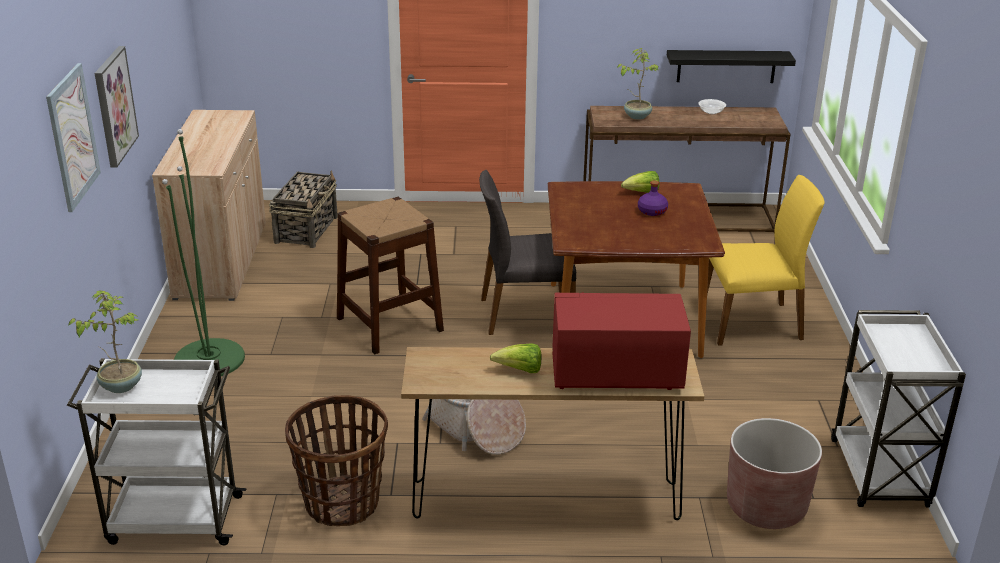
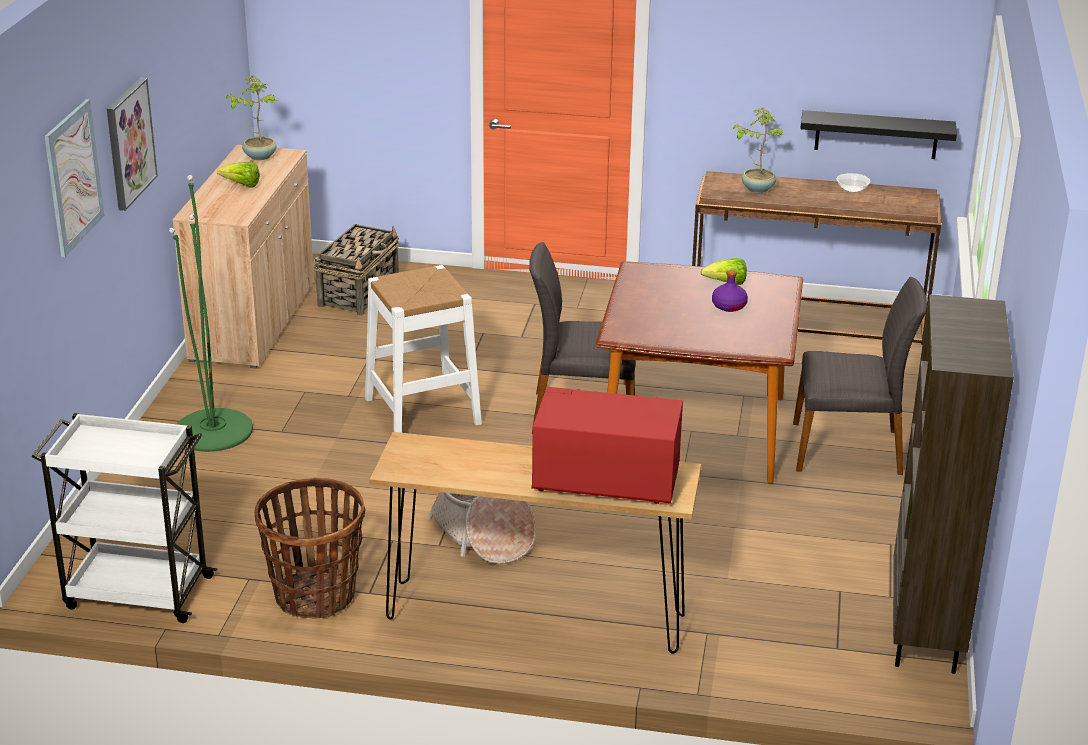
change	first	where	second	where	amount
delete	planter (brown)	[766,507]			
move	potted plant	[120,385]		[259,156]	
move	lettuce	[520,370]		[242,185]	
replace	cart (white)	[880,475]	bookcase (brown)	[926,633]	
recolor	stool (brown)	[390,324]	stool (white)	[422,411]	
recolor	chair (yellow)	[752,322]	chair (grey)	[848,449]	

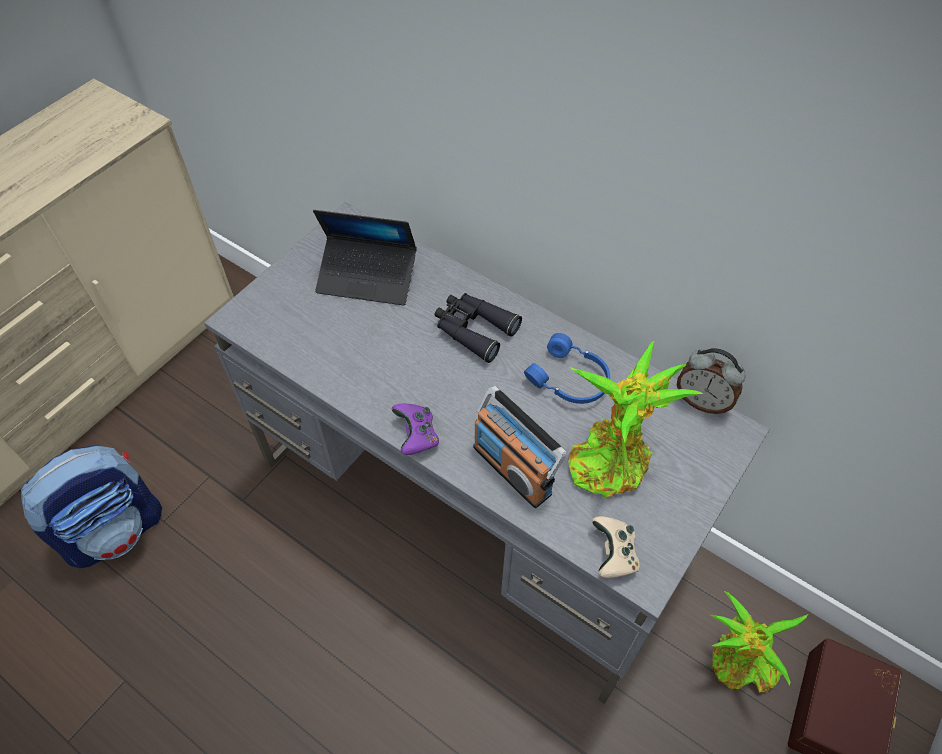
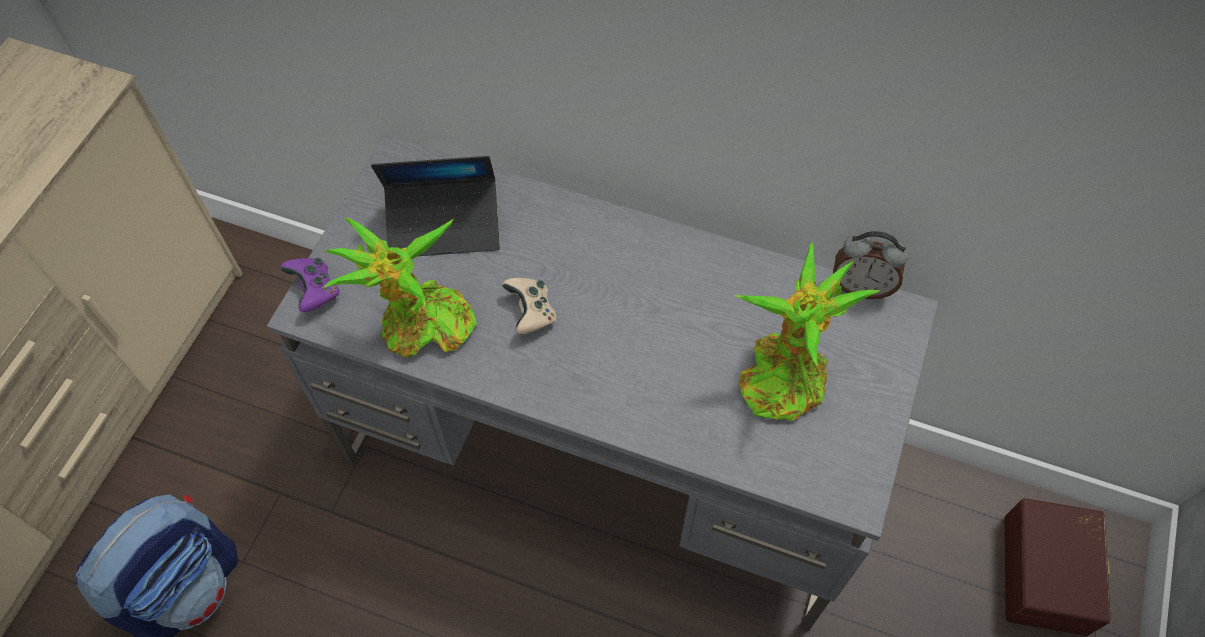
change	first	where	second	where	amount
delete	binoculars (black)	[473,329]			
delete	radio	[513,469]			
delete	headphones (blue)	[569,380]			
move	game controller (purple)	[416,436]		[315,291]	
move	game controller (beige)	[613,554]		[531,313]	
move	potted plant	[738,664]		[421,327]	

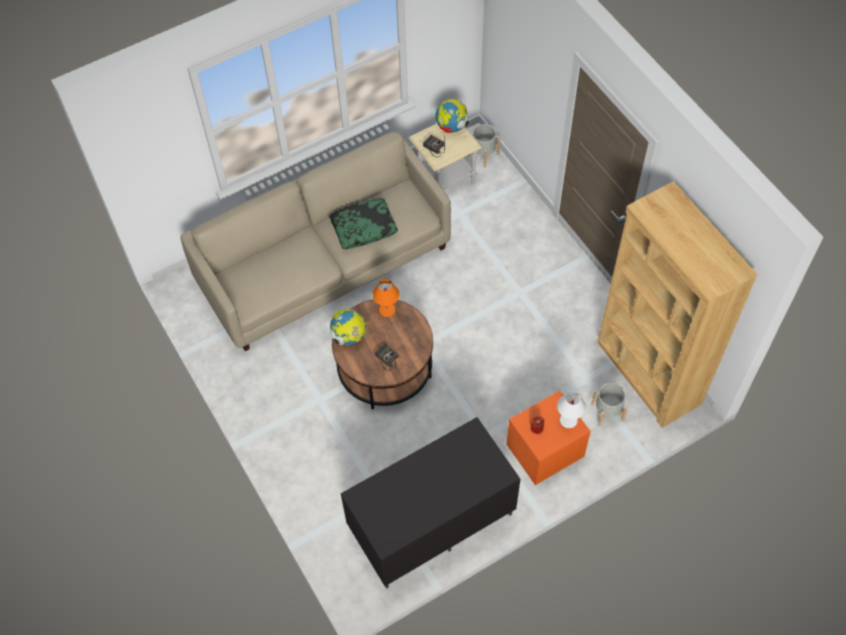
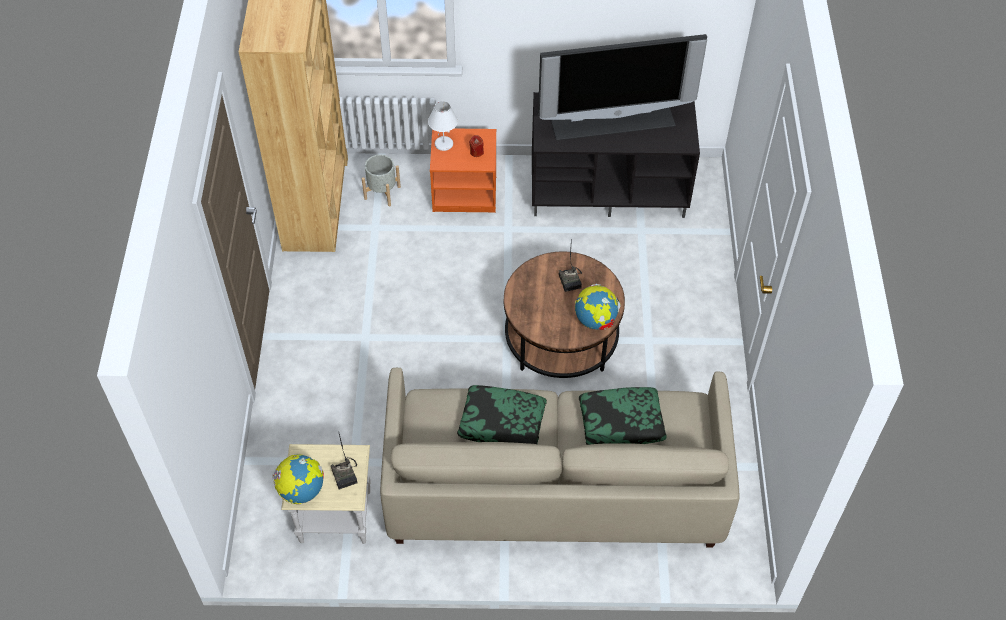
change	first	where	second	where	amount
delete	table lamp (orange)	[387,310]			
delete	planter (grey)	[483,154]			
insert			television	[612,119]	
insert			pillow	[621,423]	

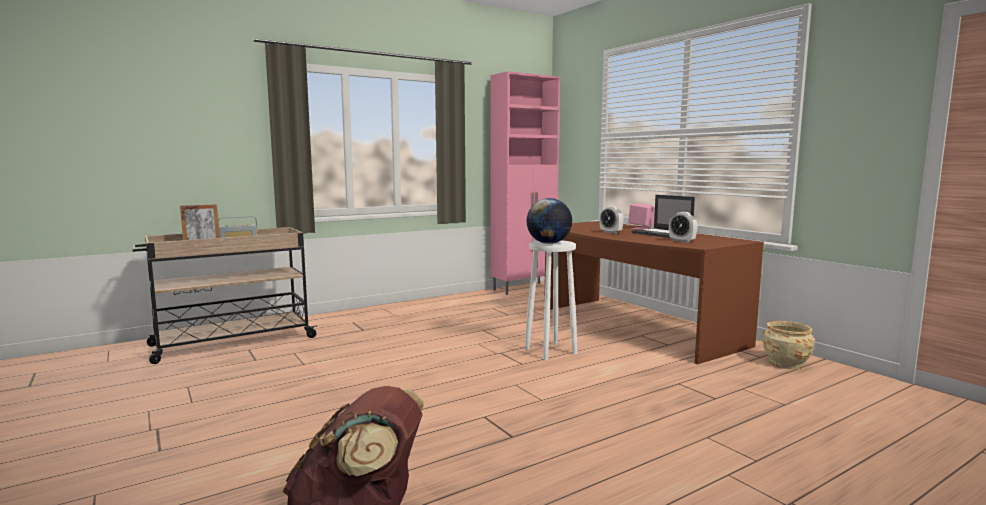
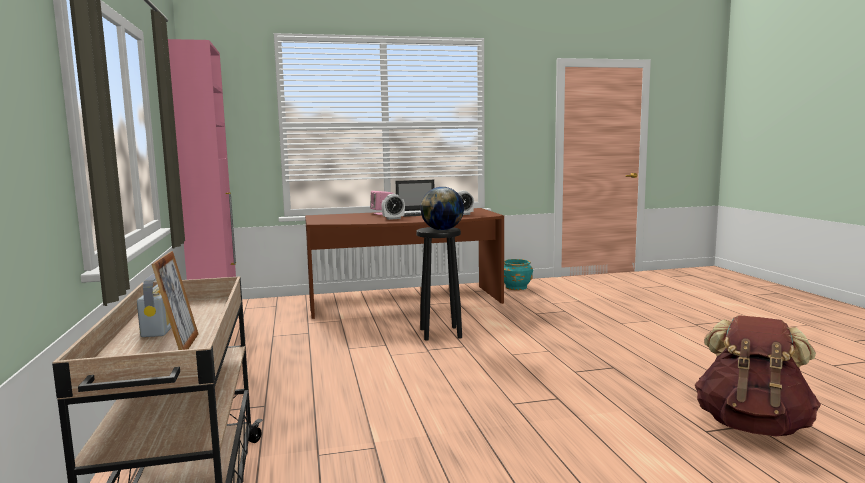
change	first	where	second	where	amount
recolor	stool (white)	[550,351]	stool (black)	[440,333]	
recolor	planter (beige)	[786,363]	planter (turquoise)	[516,287]	

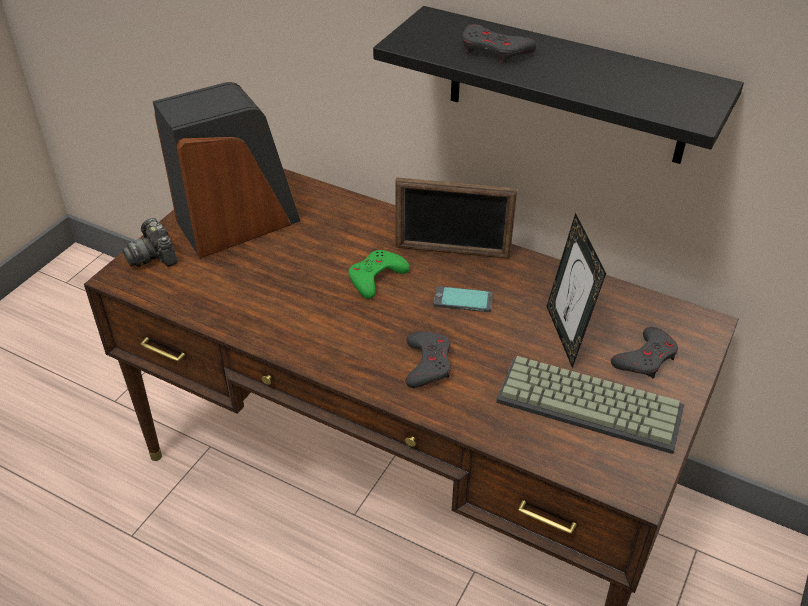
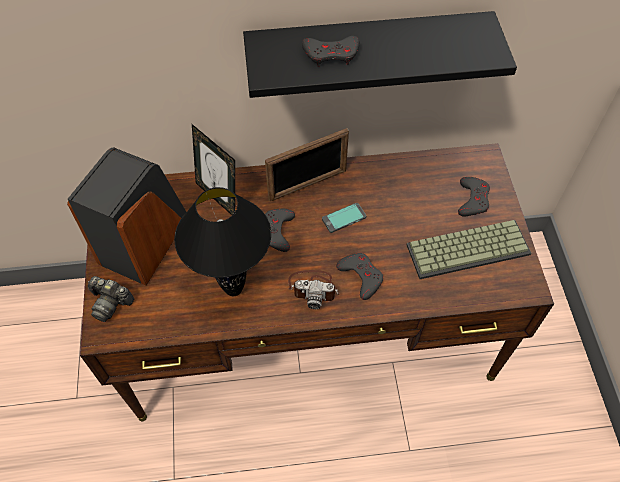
change	first	where	second	where	amount
insert			table lamp (black)	[233,289]	
insert			photo camera	[313,288]	
move	picture frame	[566,335]		[218,197]	
recolor	game controller (green)	[376,277]	game controller (grey)	[277,232]	

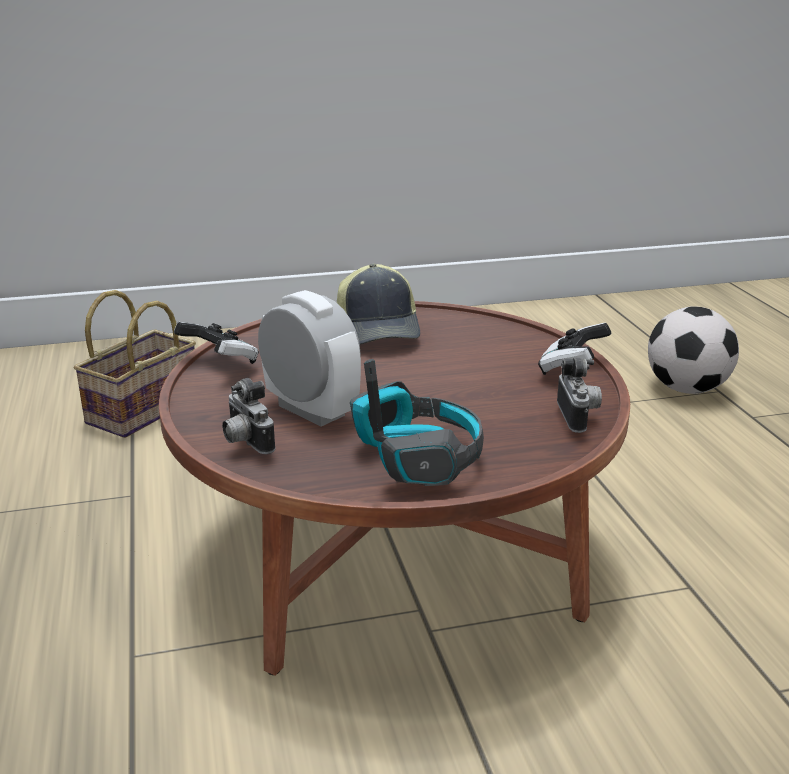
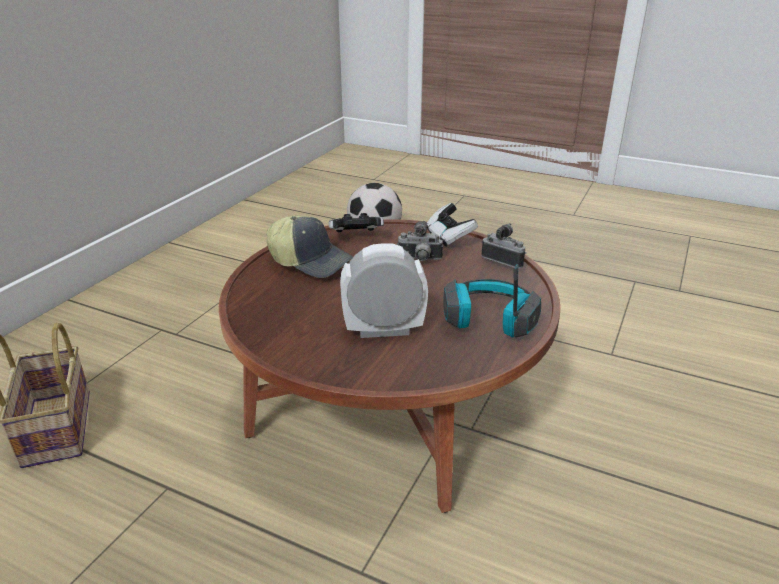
change	first	where	second	where	amount
move	game controller	[220,362]		[356,237]	
move	photo camera	[245,442]		[419,260]	

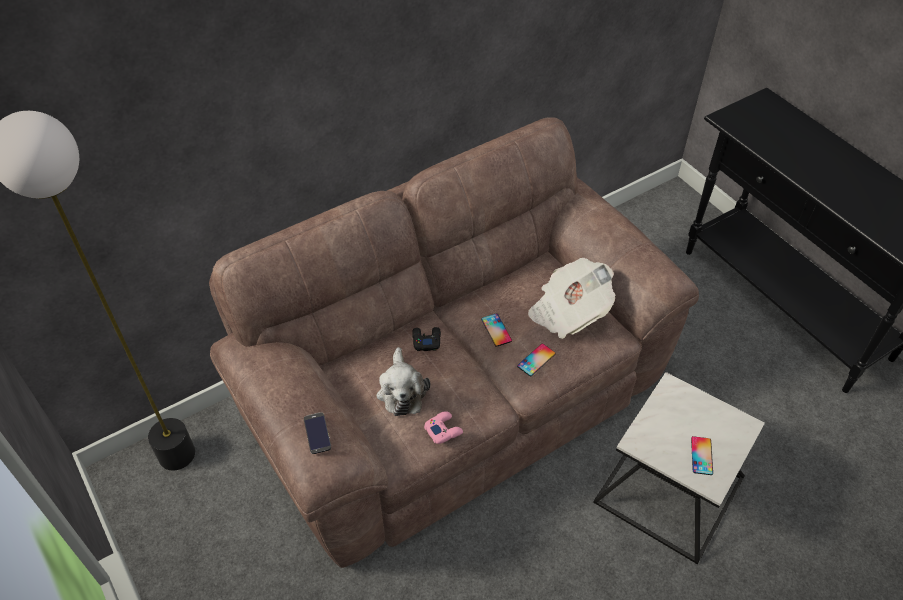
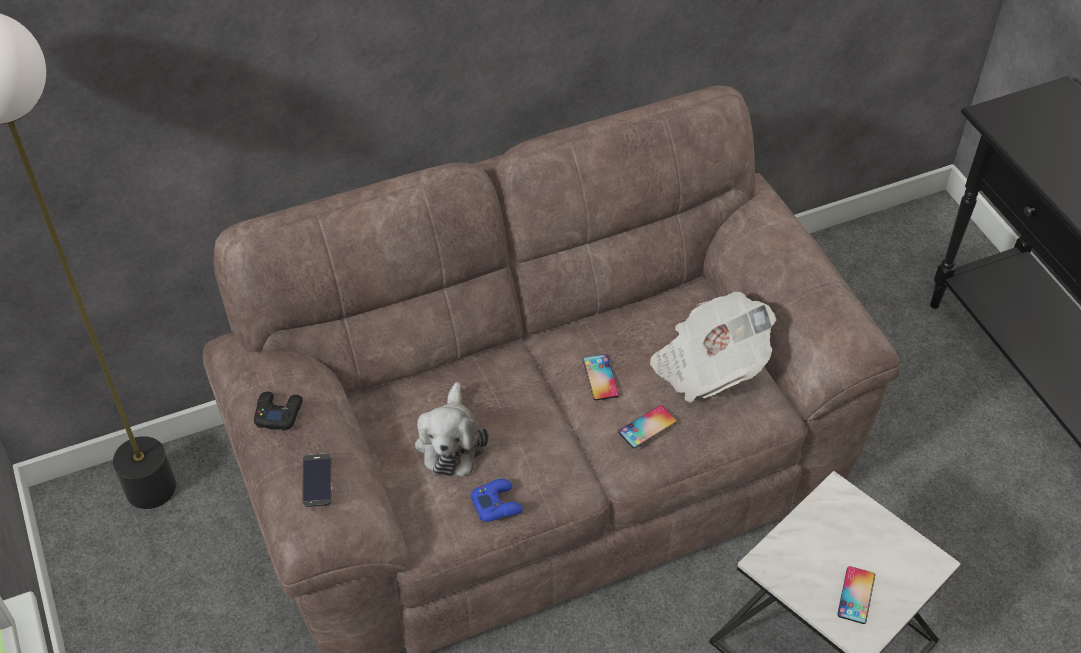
change	first	where	second	where	amount
move	game controller (black)	[426,340]		[278,413]	
recolor	game controller (pink)	[443,430]	game controller (blue)	[497,504]	

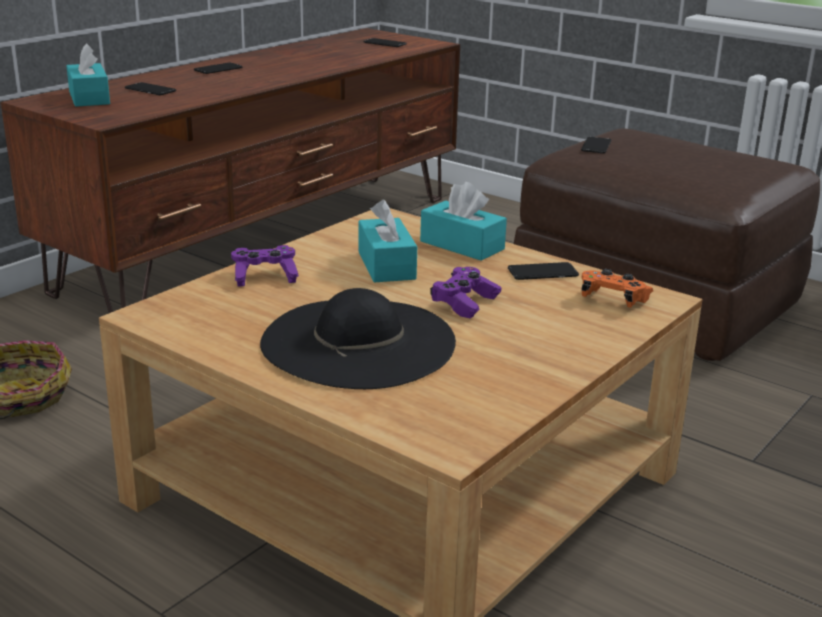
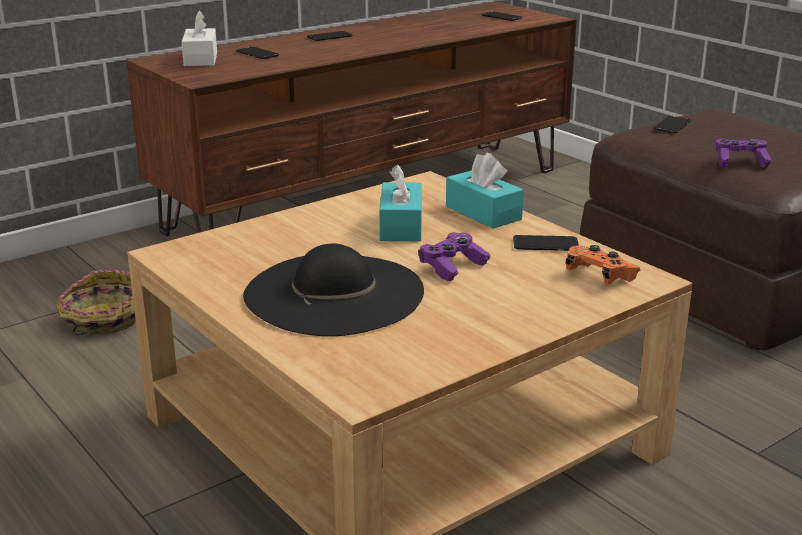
change	first	where	second	where	amount
move	game controller (purple)	[264,277]		[740,162]	
recolor	tissue box (turquoise)	[89,98]	tissue box (white)	[200,59]	

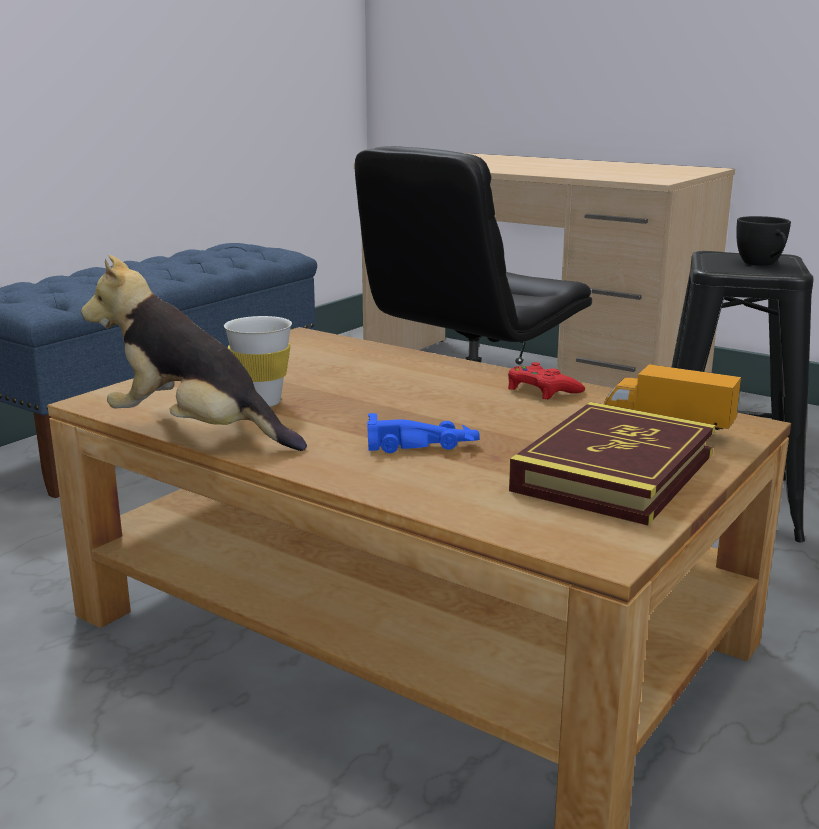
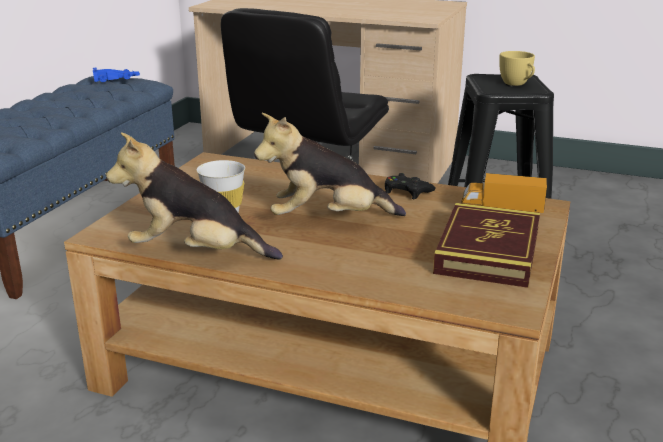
change	first	where	second	where	amount
insert			plush toy	[327,220]	
move	toy car (blue)	[423,446]		[117,79]	
recolor	game controller (red)	[541,390]	game controller (black)	[406,192]	
recolor	cup (black)	[762,264]	cup (yellow)	[517,84]	

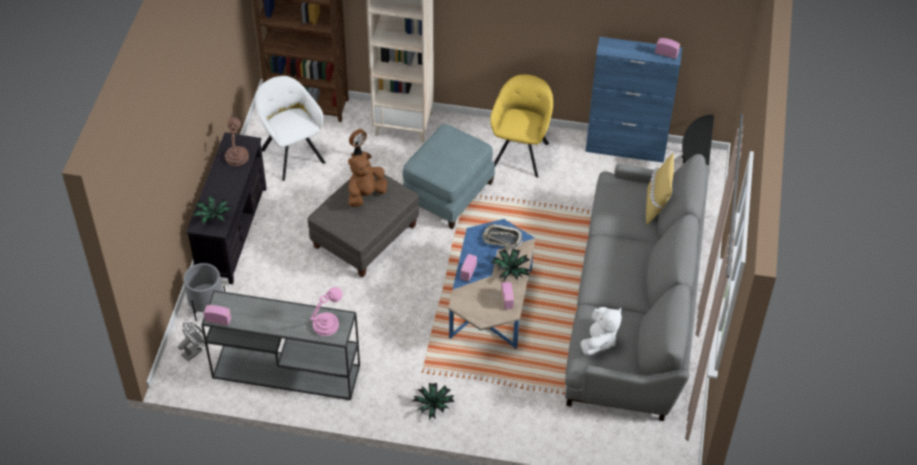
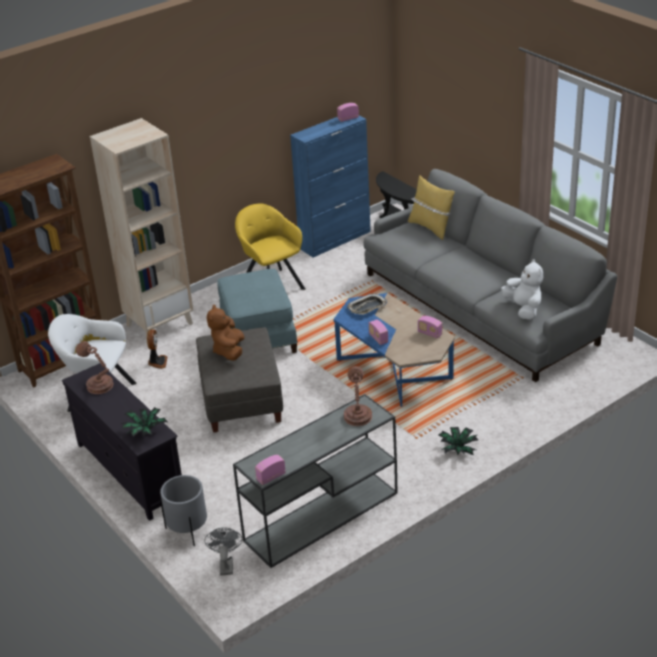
change	first	where	second	where	amount
delete	potted plant	[510,270]			
recolor	table lamp (pink)	[327,324]	table lamp (brown)	[357,415]	

